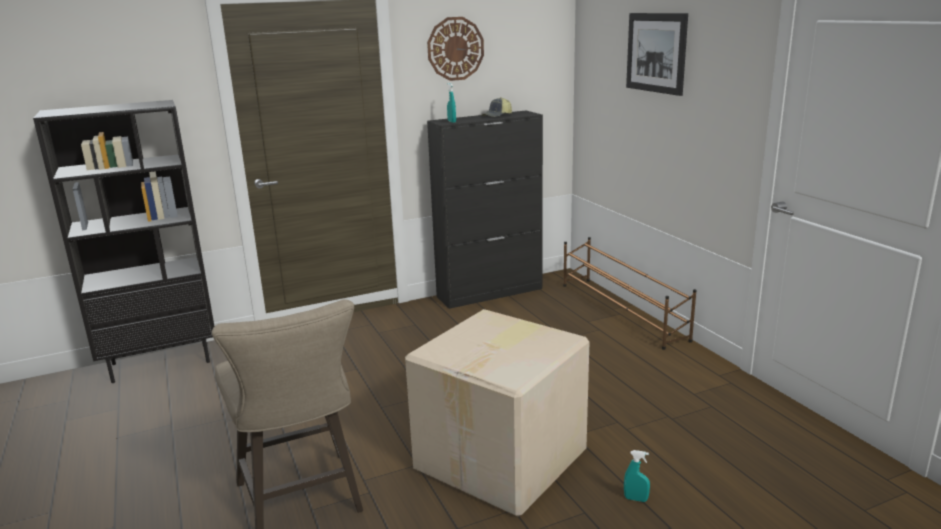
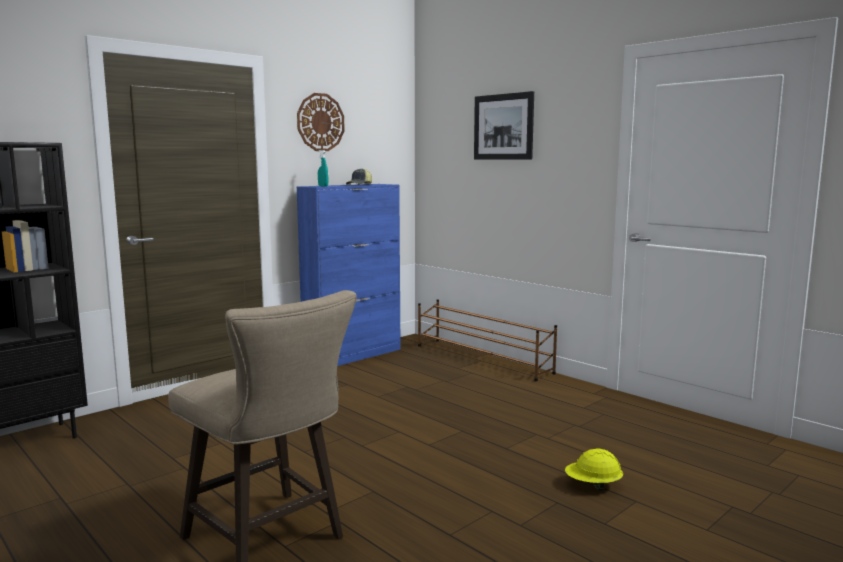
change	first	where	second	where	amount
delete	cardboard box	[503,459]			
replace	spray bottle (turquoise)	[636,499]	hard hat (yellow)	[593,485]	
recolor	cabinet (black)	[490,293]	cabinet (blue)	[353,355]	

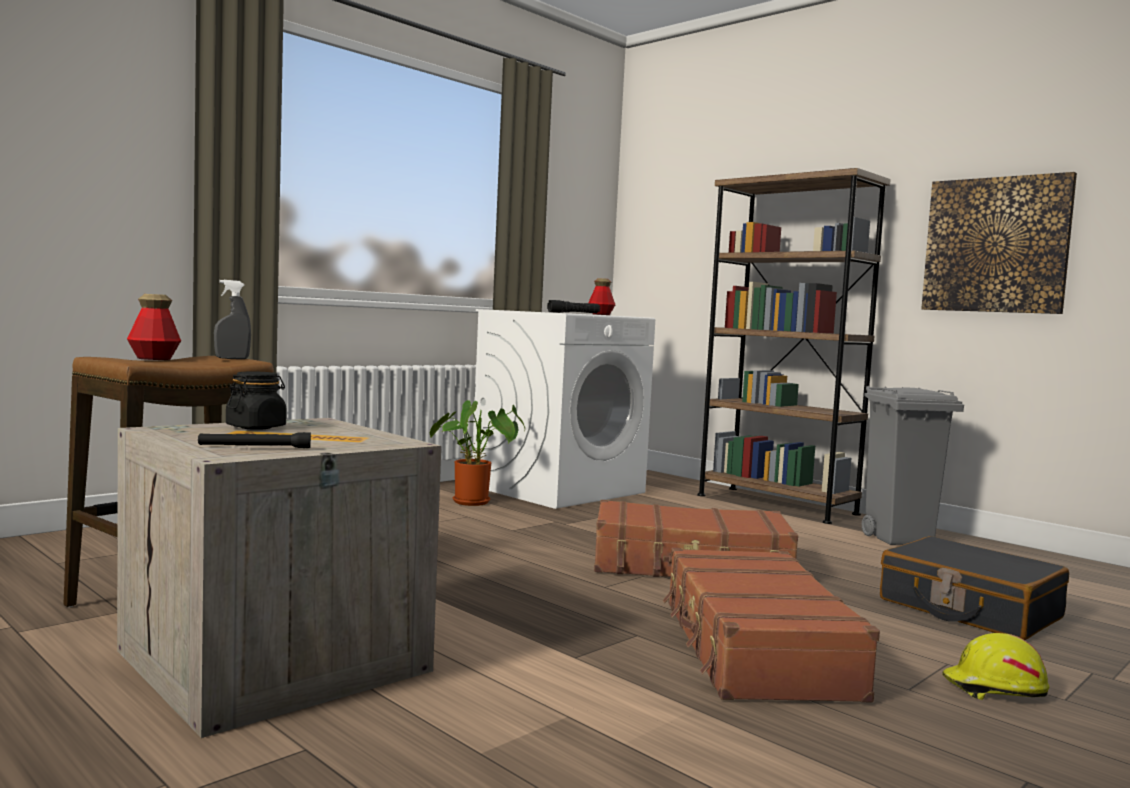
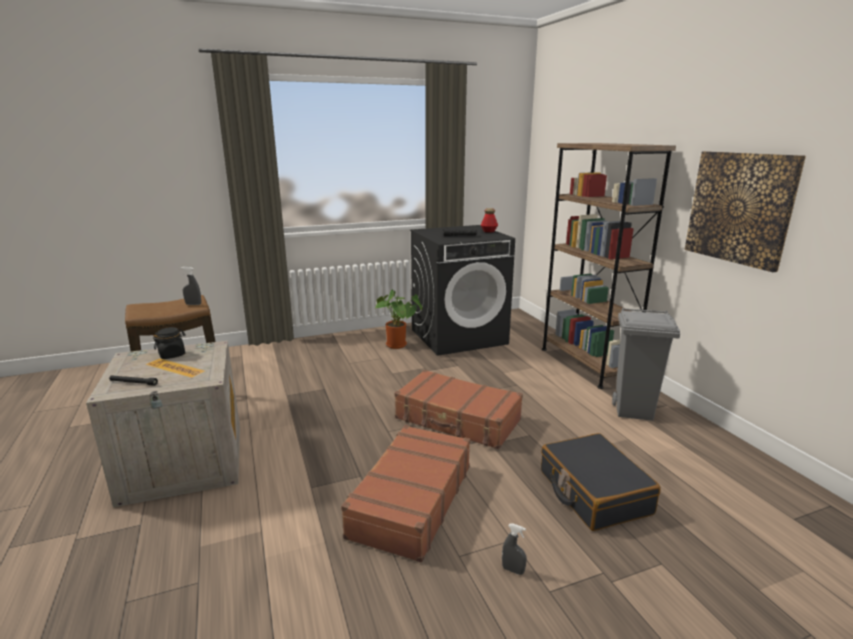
change	first	where	second	where	amount
delete	bottle	[154,358]			
replace	hard hat (yellow)	[994,689]	spray bottle (grey)	[513,570]	
recolor	washing machine (white)	[558,489]	washing machine (black)	[459,336]	

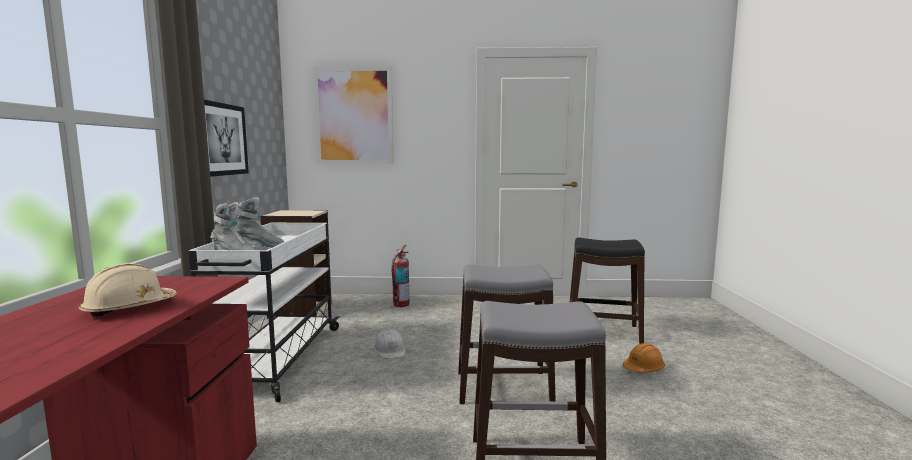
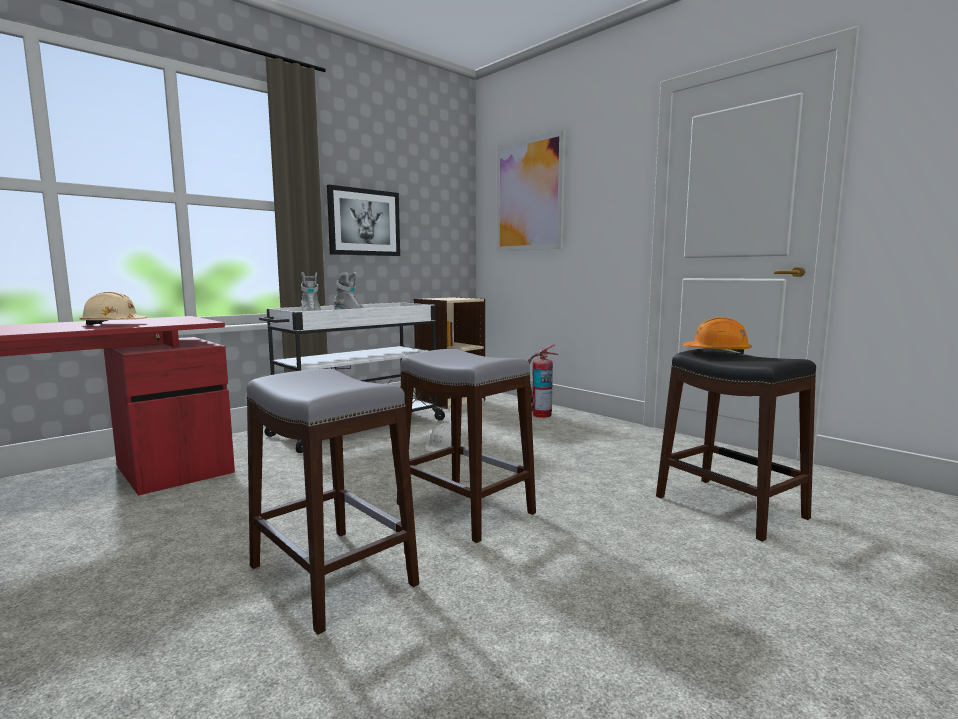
change	first	where	second	where	amount
move	hard hat (orange)	[643,368]		[717,352]	

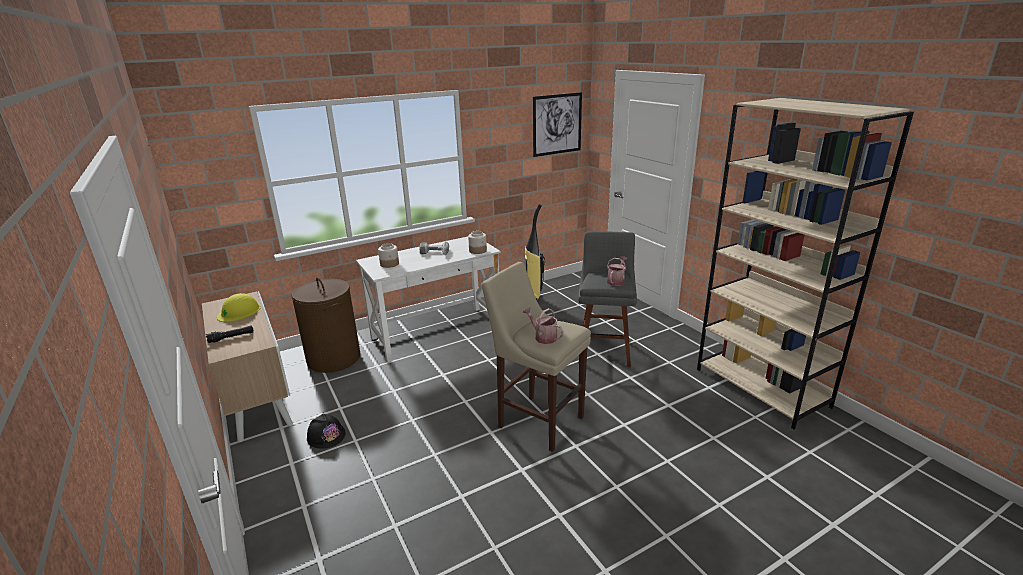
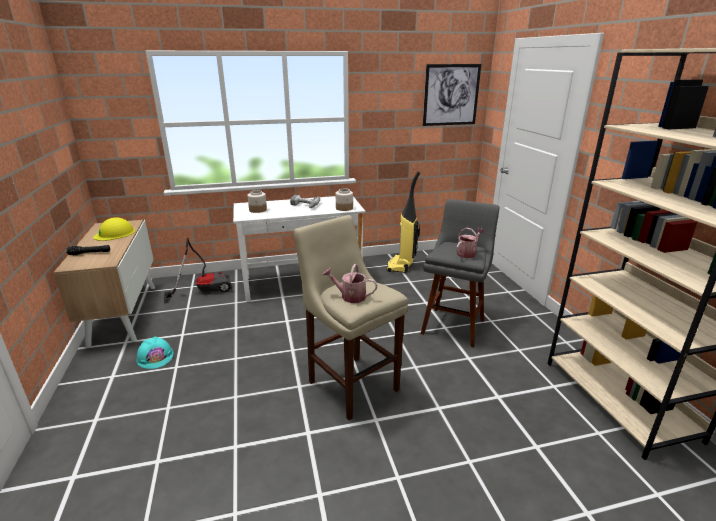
change	first	where	second	where	amount
replace	laundry basket (brown)	[334,358]	vacuum cleaner	[204,290]	
recolor	hard hat (black)	[326,435]	hard hat (turquoise)	[155,357]	
rotate	watering can	[543,337]		[350,296]	45 degrees counterclockwise

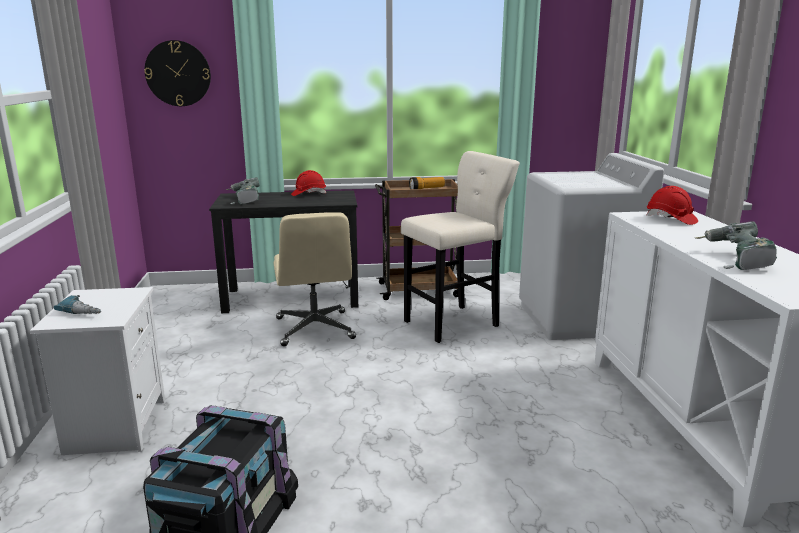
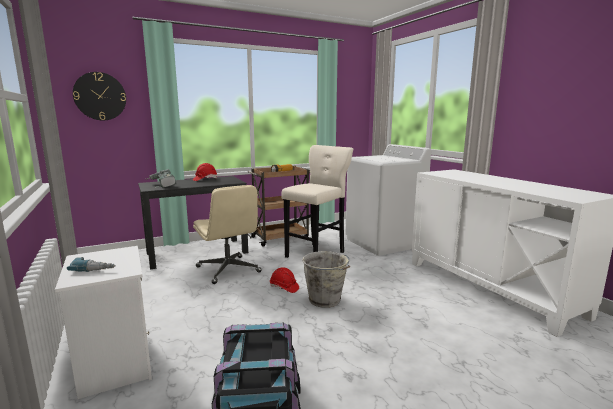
change	first	where	second	where	amount
delete	power drill	[734,260]			
insert			bucket (grey)	[325,300]	
move	hard hat (red)	[670,219]		[284,287]	

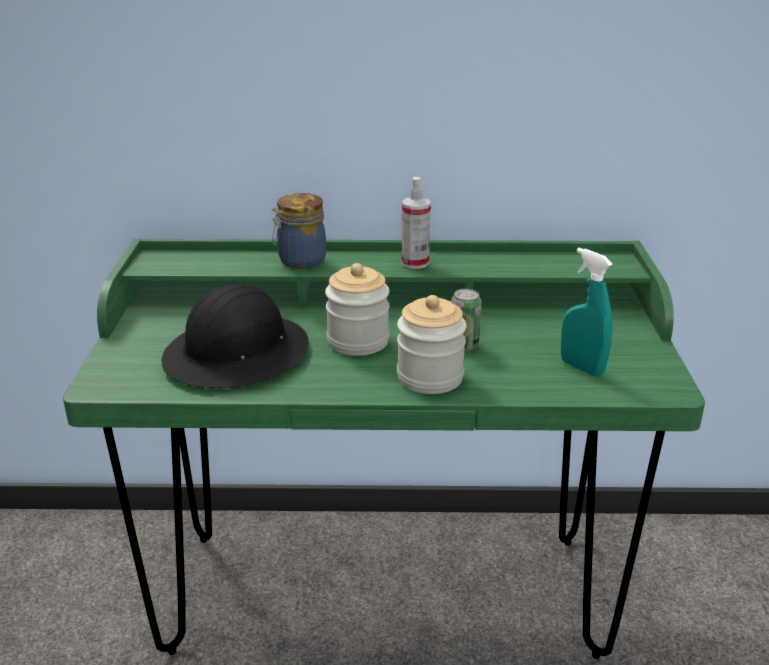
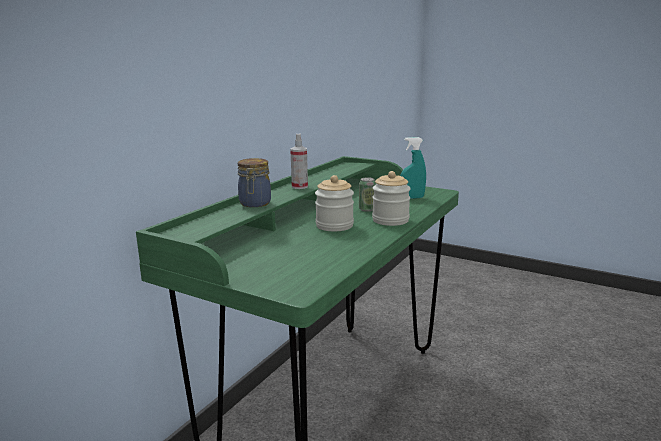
change	first	where	second	where	amount
delete	hard hat (black)	[238,355]			

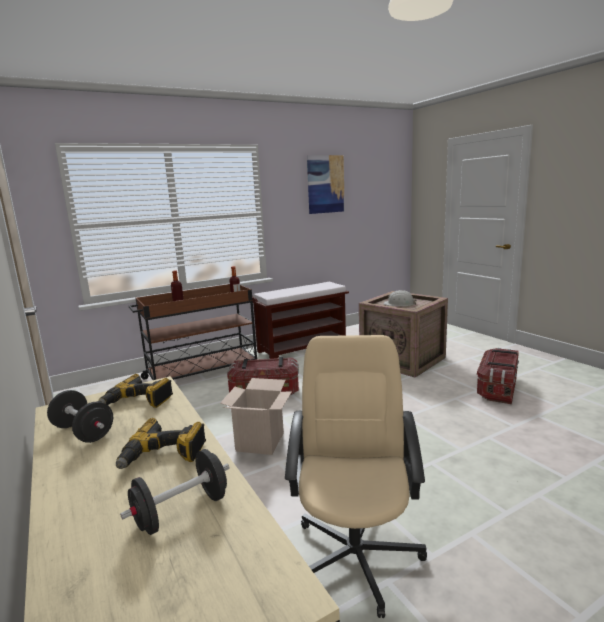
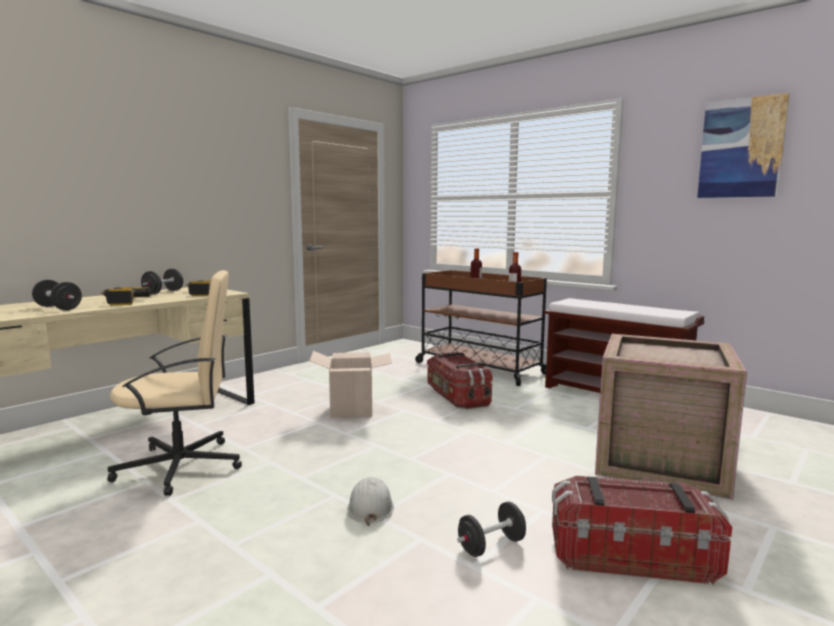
change	first	where	second	where	amount
insert			dumbbell (black)	[491,546]	
move	hard hat (white)	[399,304]		[370,507]	

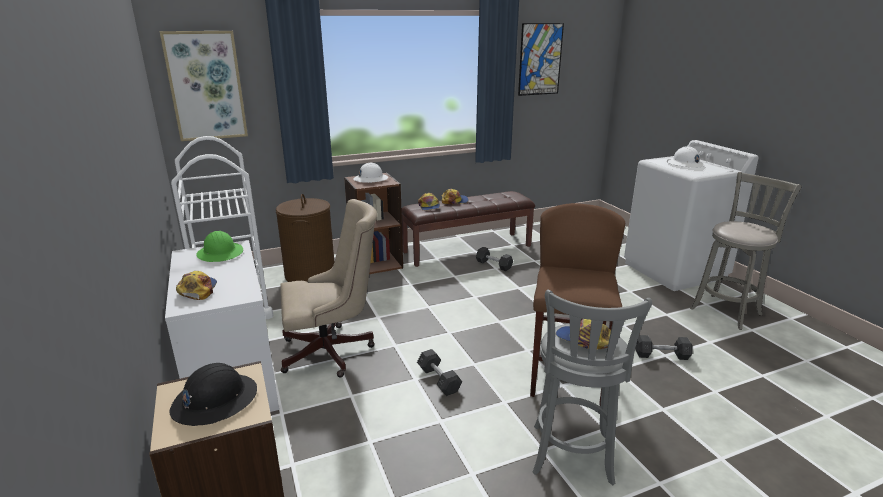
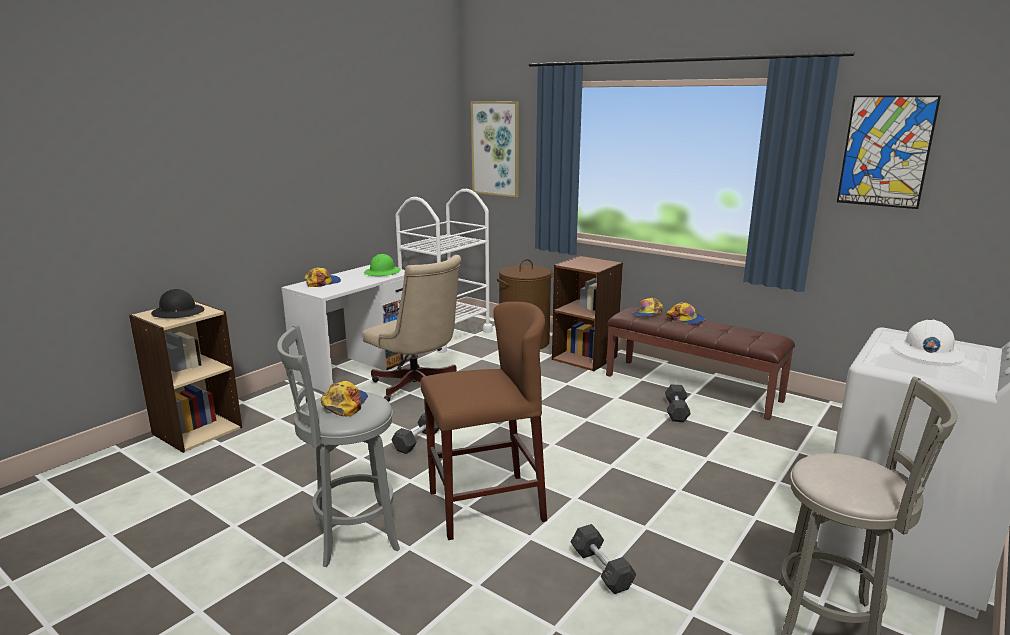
change	first	where	second	where	amount
delete	hard hat (white)	[370,179]			

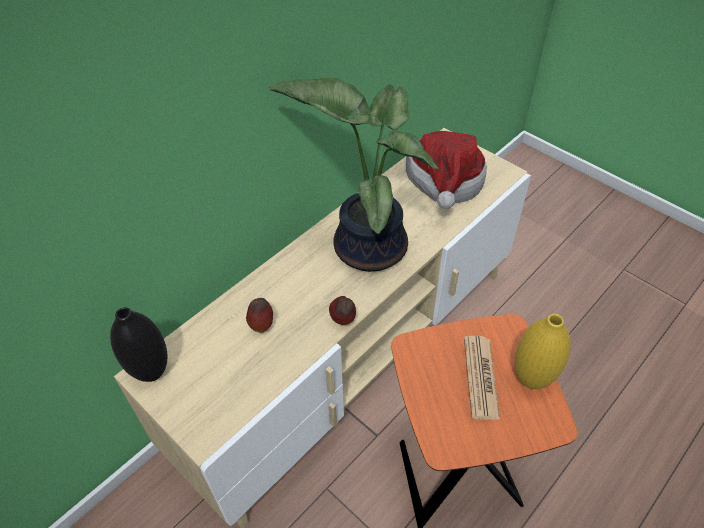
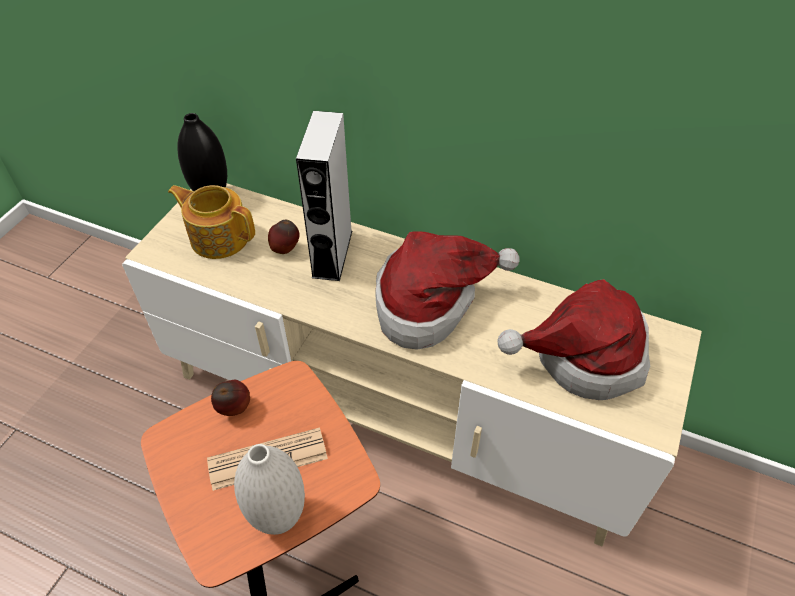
change	first	where	second	where	amount
insert			teapot	[219,237]	
insert			speaker (grey)	[332,253]	
move	apple	[343,320]		[234,409]	
replace	potted plant	[367,245]	hat	[430,303]	
recolor	vase (yellow)	[531,379]	vase (white)	[279,518]	

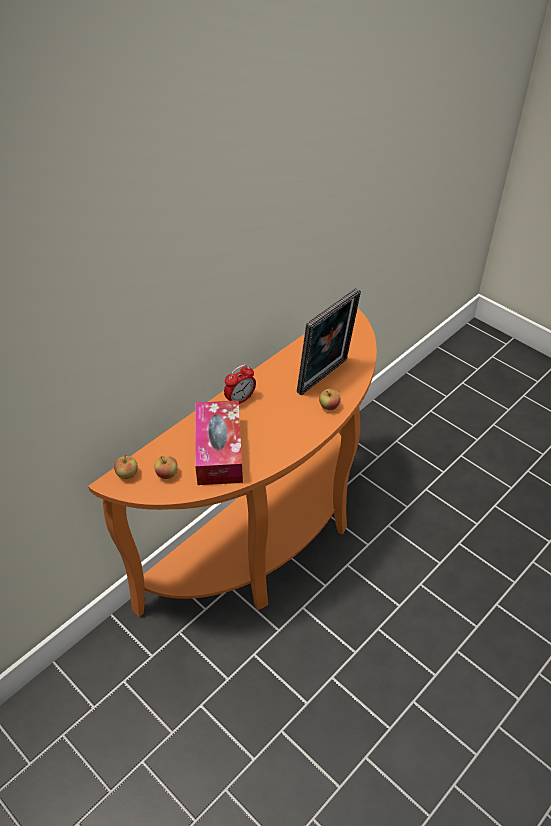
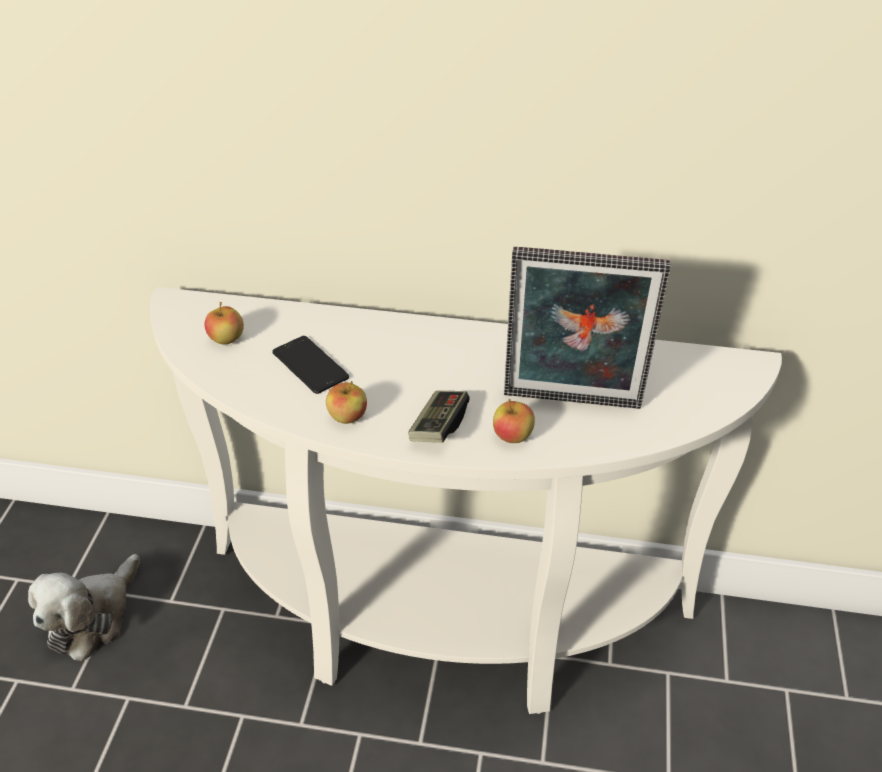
change	first	where	second	where	amount
delete	alarm clock	[240,399]			
insert			plush toy	[92,617]	
insert			game controller	[438,426]	
move	apple	[127,474]		[347,417]	
replace	tissue box	[219,451]	phone	[310,365]	
recolor	console table (orange)	[270,541]	console table (white)	[440,627]	

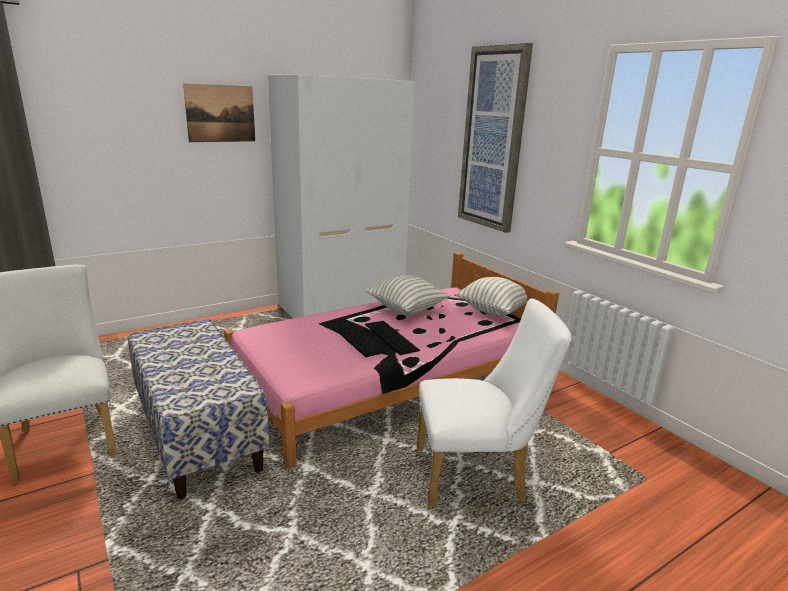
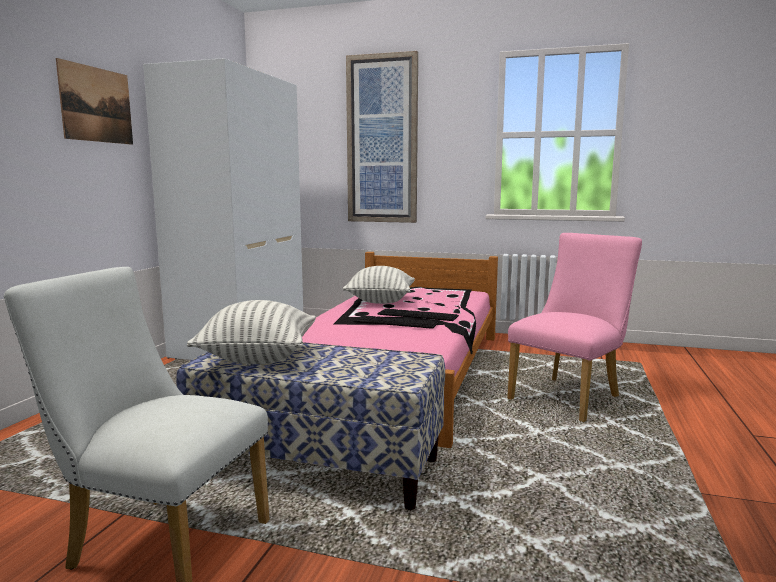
change	first	where	second	where	amount
move	pillow	[494,311]		[258,358]	
recolor	chair (white)	[477,475]	chair (pink)	[569,396]	

